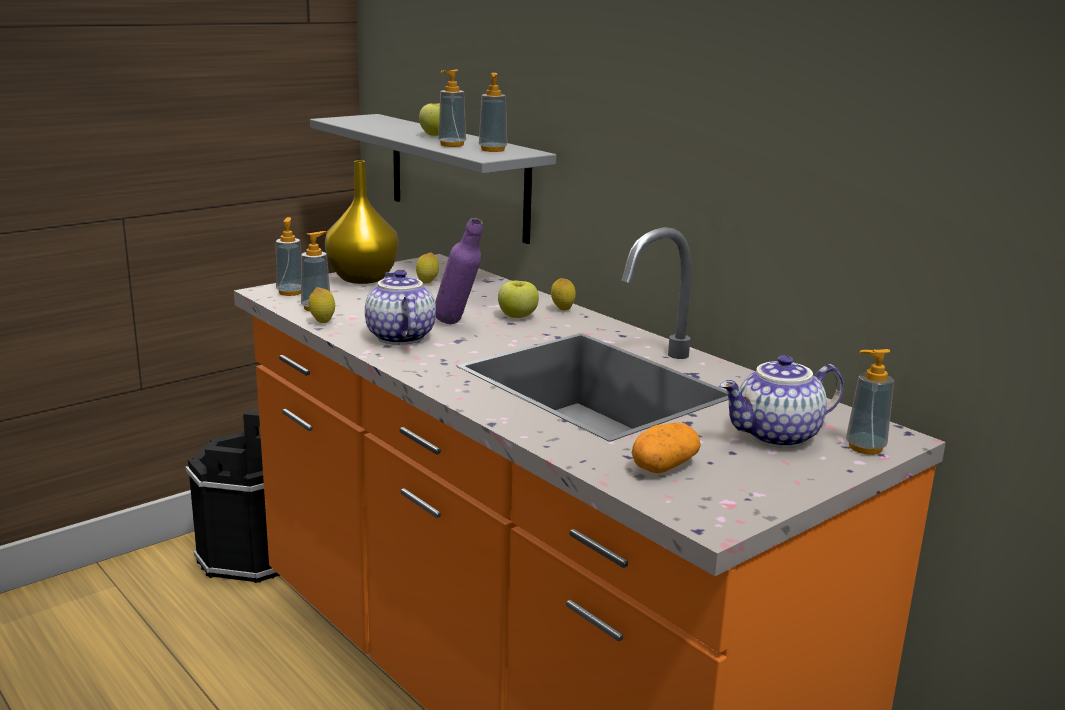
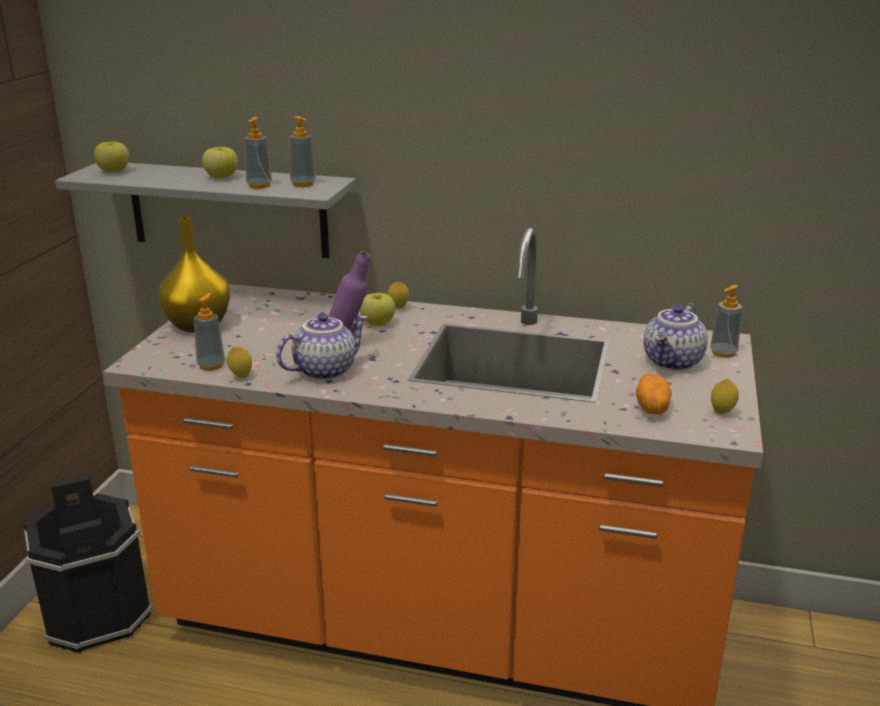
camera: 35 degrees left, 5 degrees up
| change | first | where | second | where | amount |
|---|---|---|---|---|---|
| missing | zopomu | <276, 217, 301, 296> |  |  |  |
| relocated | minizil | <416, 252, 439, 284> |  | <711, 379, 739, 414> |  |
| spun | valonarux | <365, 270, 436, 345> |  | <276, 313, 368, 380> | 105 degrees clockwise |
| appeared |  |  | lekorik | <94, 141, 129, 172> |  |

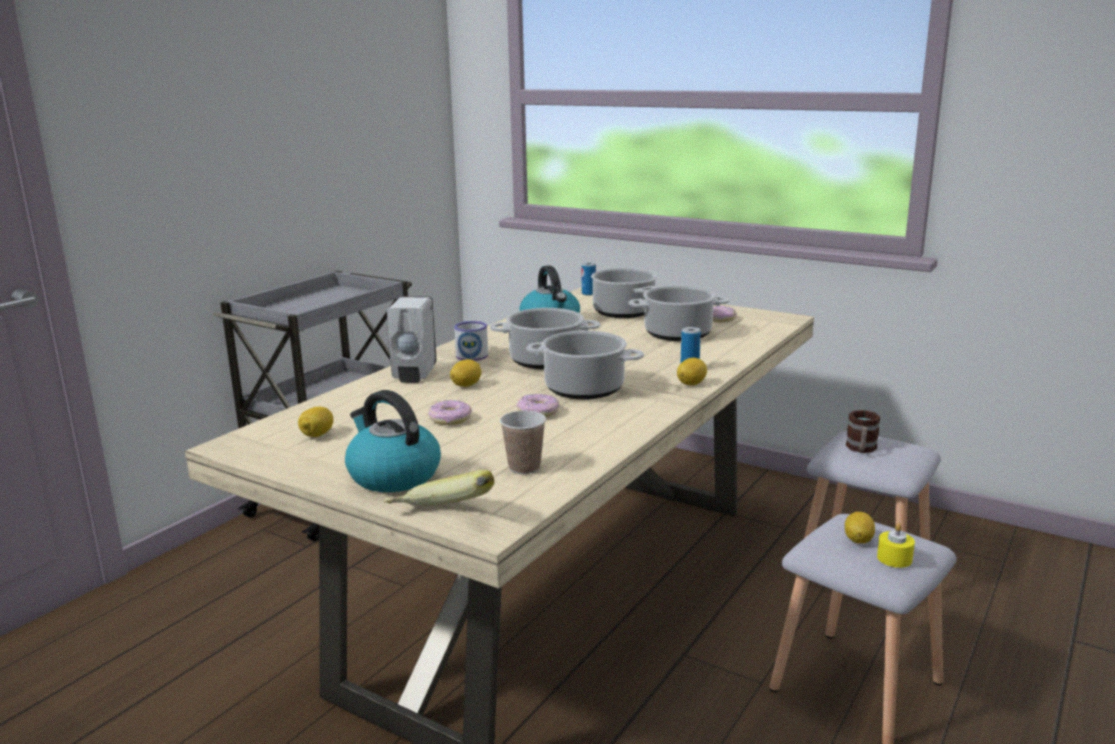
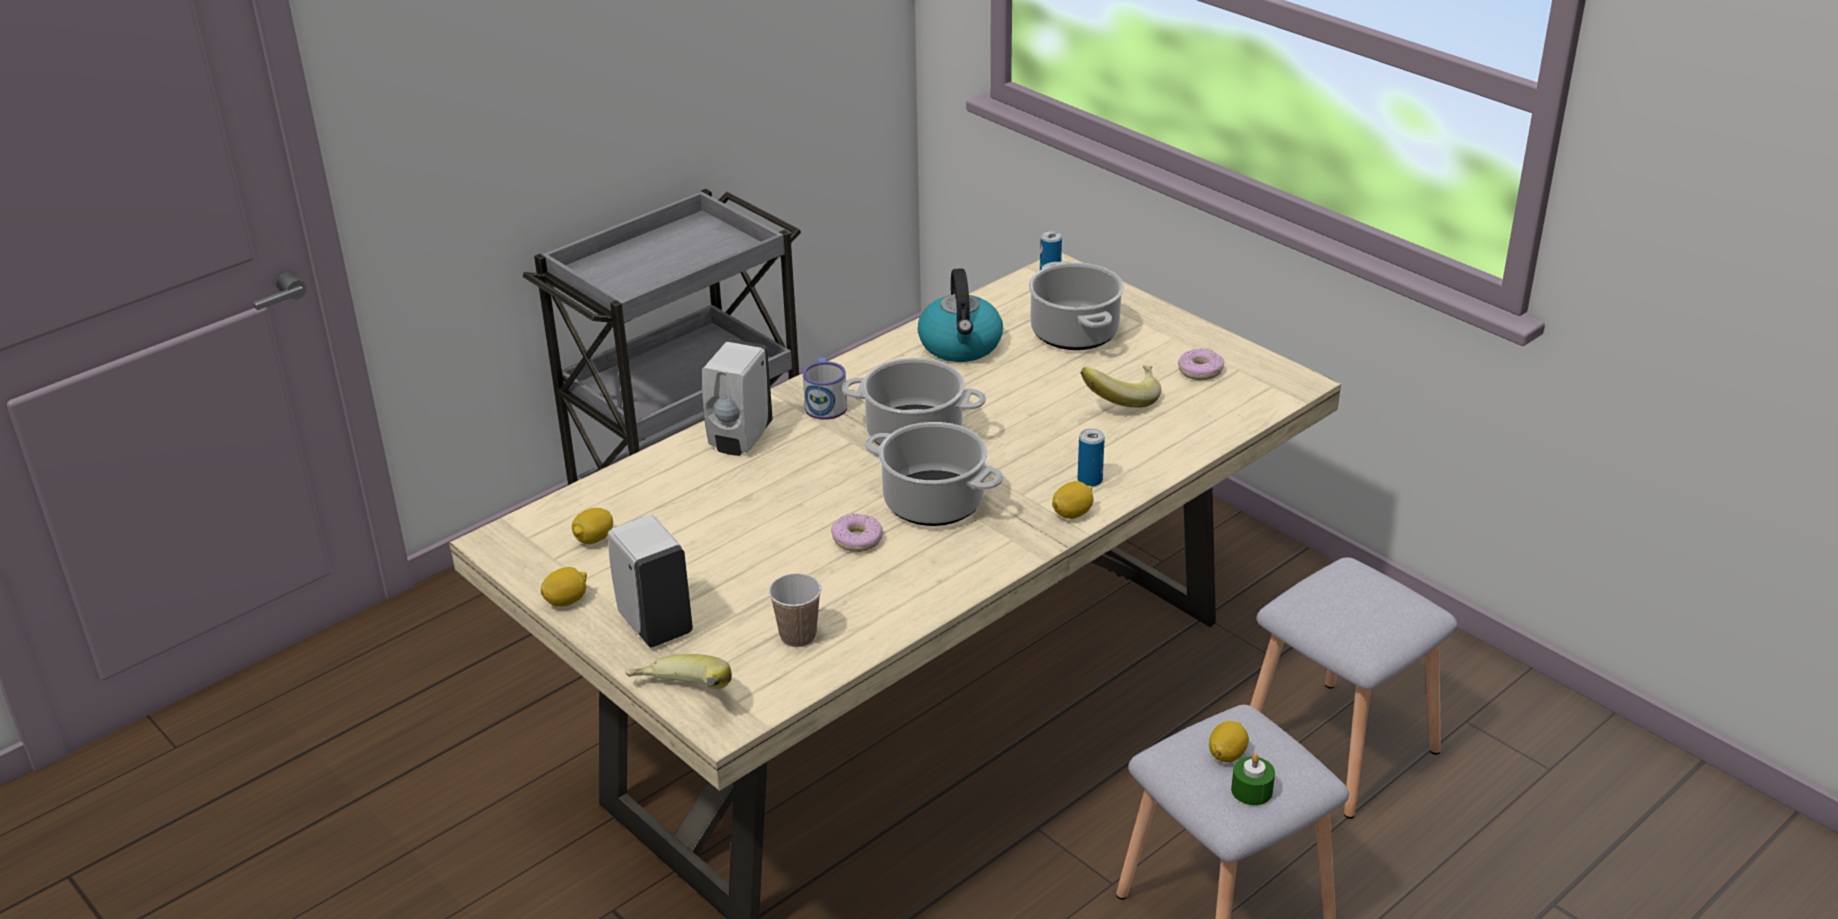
camera: 15 degrees right, 15 degrees up
| change | first | where | second | where | amount |
|---|---|---|---|---|---|
| exchanged | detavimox | <628, 286, 730, 341> | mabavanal | <1081, 365, 1161, 408> |  |
| relocated | minizil | <450, 359, 481, 387> |  | <541, 567, 587, 607> |  |
| exchanged | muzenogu | <345, 390, 441, 492> | white zopomu | <608, 515, 693, 648> |  |
| missing | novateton | <428, 400, 472, 425> |  |  |  |
| missing | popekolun | <846, 410, 881, 453> |  |  |  |
| colour | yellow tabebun | <877, 523, 915, 568> | green tabebun | <1231, 754, 1275, 805> |  |

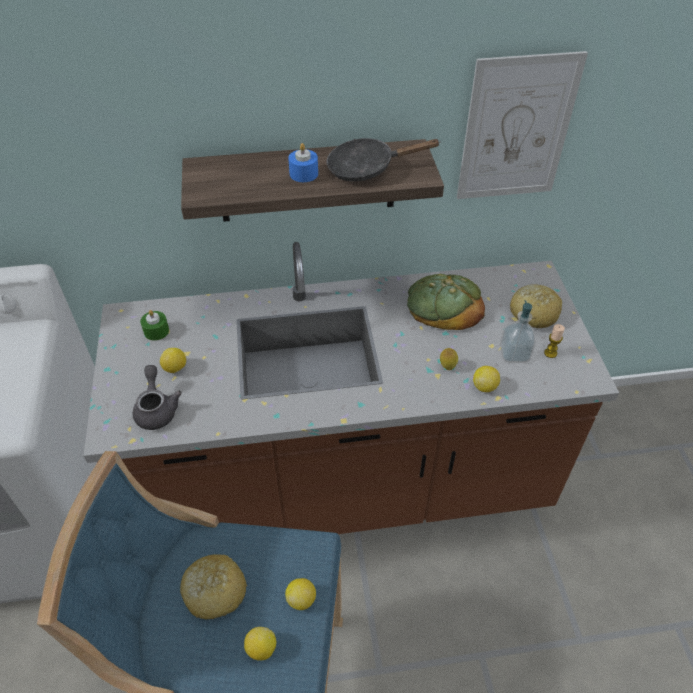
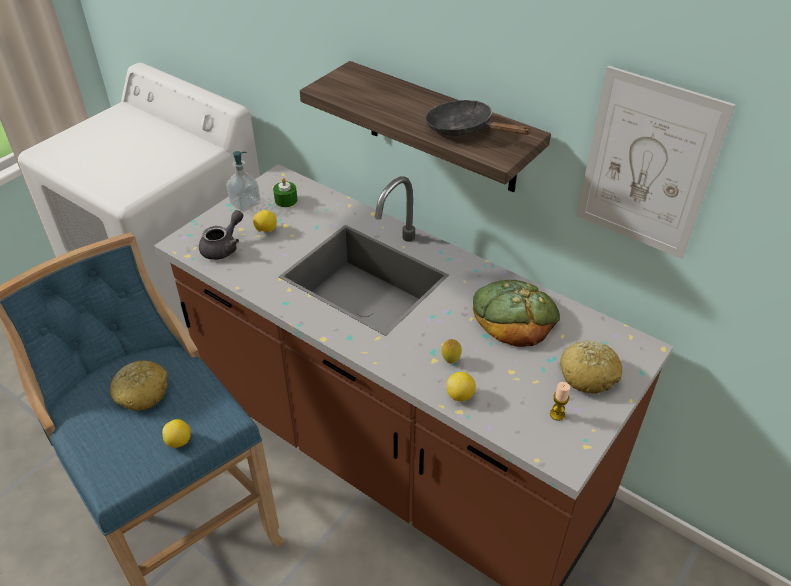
camera: 45 degrees right, 5 degrees down
| change | first | where | second | where | amount |
|---|---|---|---|---|---|
| missing | blue tabebun | <288, 143, 318, 182> |  |  |  |
| relocated | zopomu | <500, 300, 536, 363> |  | <227, 151, 261, 212> |  |
| missing | minizil | <244, 627, 276, 660> |  |  |  |

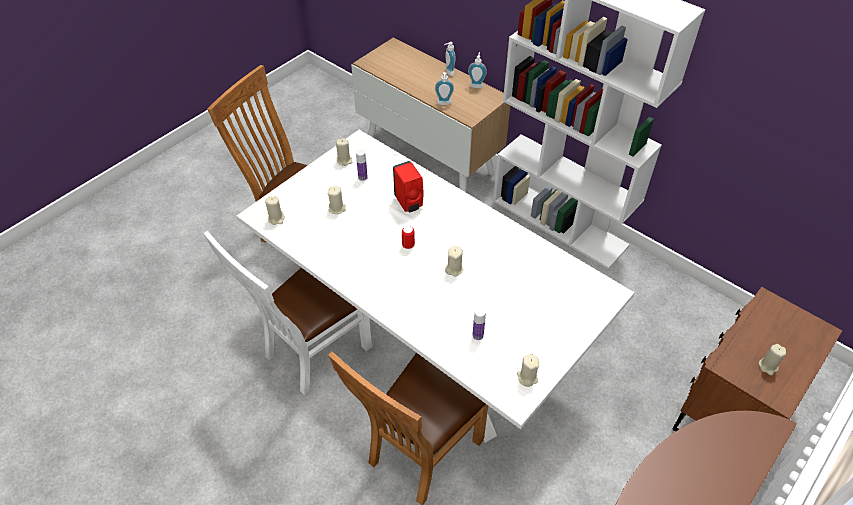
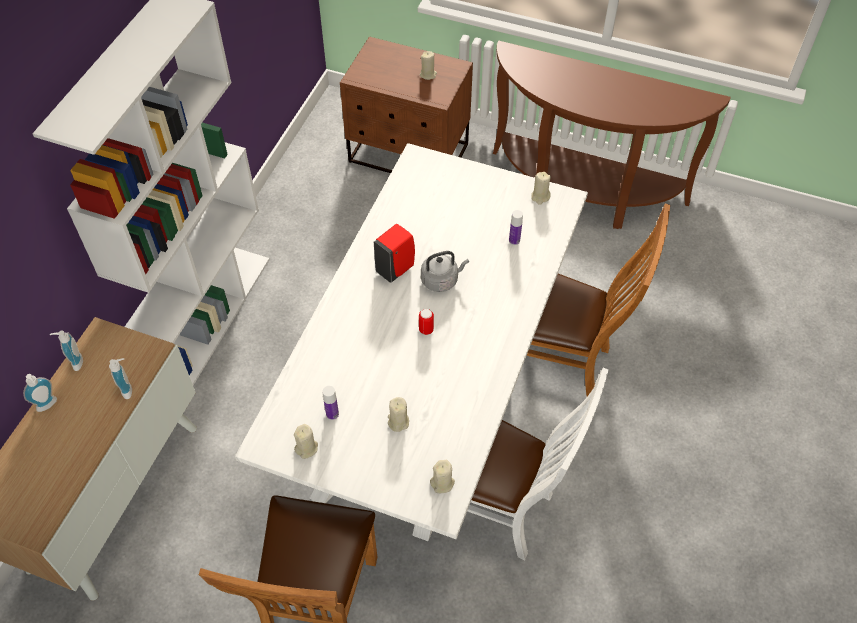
camera: 110 degrees left, 5 degrees up
| change | first | where | second | where | amount |
|---|---|---|---|---|---|
| relocated | red zopomu | <393, 161, 423, 212> |  | <374, 224, 415, 283> |  |
| exchanged | beige tabebun | <445, 246, 463, 276> | grey muzenogu | <421, 251, 469, 292> |  |

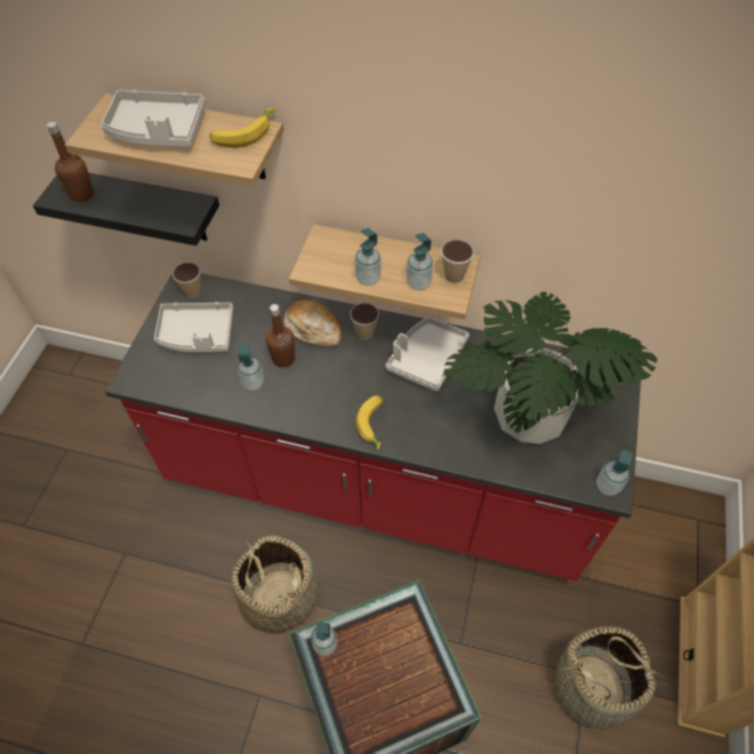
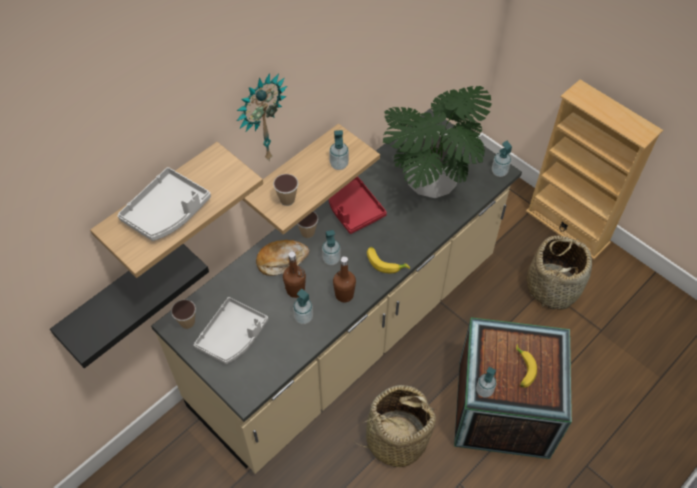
camera: 60 degrees left, 0 degrees up
| change | first | where | second | where | amount |
|---|---|---|---|---|---|
| relocated | mabavanal | <210, 108, 276, 148> |  | <516, 344, 537, 388> |  |
| relocated | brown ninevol | <47, 121, 94, 202> |  | <333, 256, 356, 302> |  |
| relocated | zopomu | <355, 228, 381, 286> |  | <322, 230, 341, 265> |  |
| relocated | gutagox | <441, 240, 474, 283> |  | <273, 174, 298, 206> |  |
| colour | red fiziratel | <105, 273, 642, 581> | beige fiziratel | <151, 109, 522, 474> |  |
| colour | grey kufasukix | <386, 317, 469, 391> | red kufasukix | <328, 176, 387, 234> |  |
| appeared |  |  | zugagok | <237, 73, 287, 161> |  |

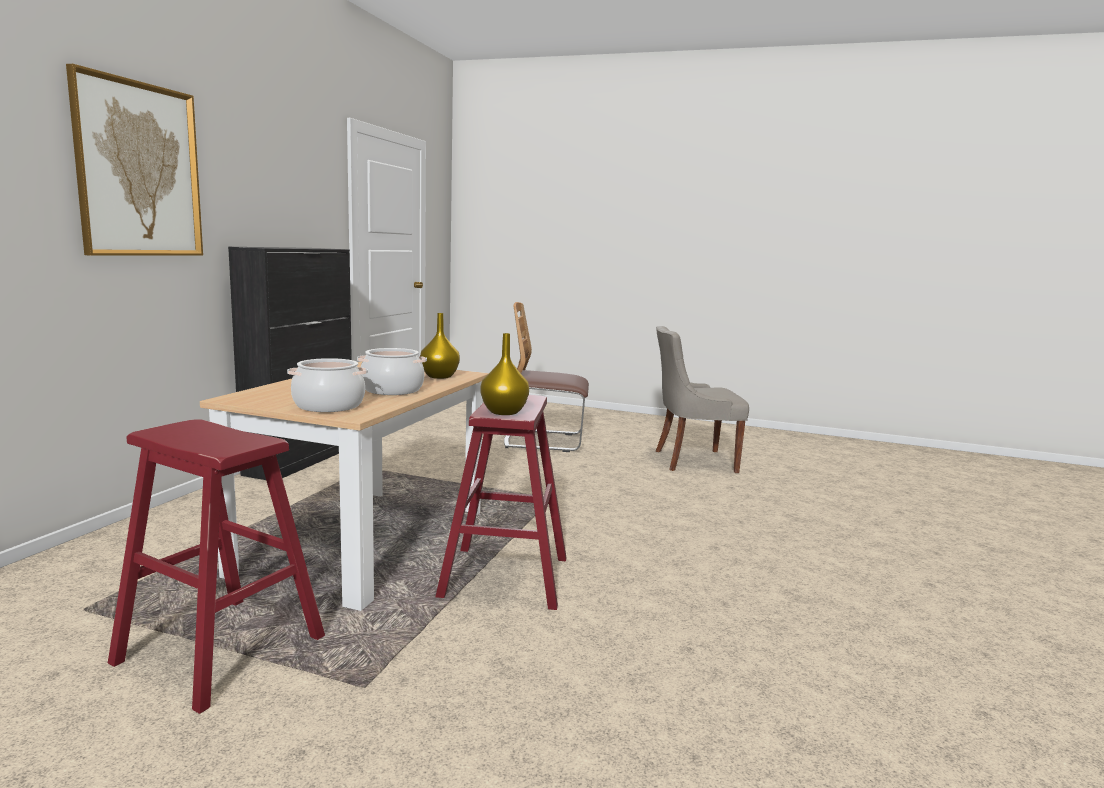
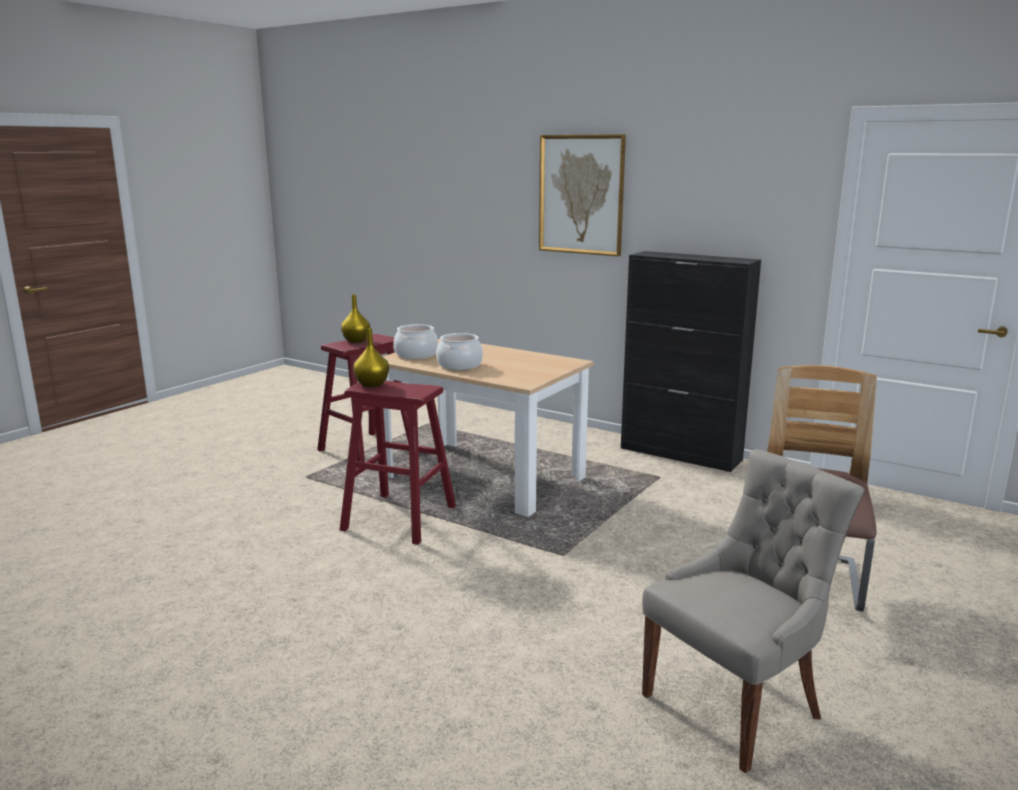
camera: 105 degrees right, 5 degrees up
| change | first | where | second | where | amount |
|---|---|---|---|---|---|
| relocated | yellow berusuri | <420, 313, 460, 379> |  | <341, 294, 370, 343> |  |
| spun | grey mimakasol | <656, 326, 749, 473> |  | <642, 449, 864, 773> | 45 degrees clockwise |

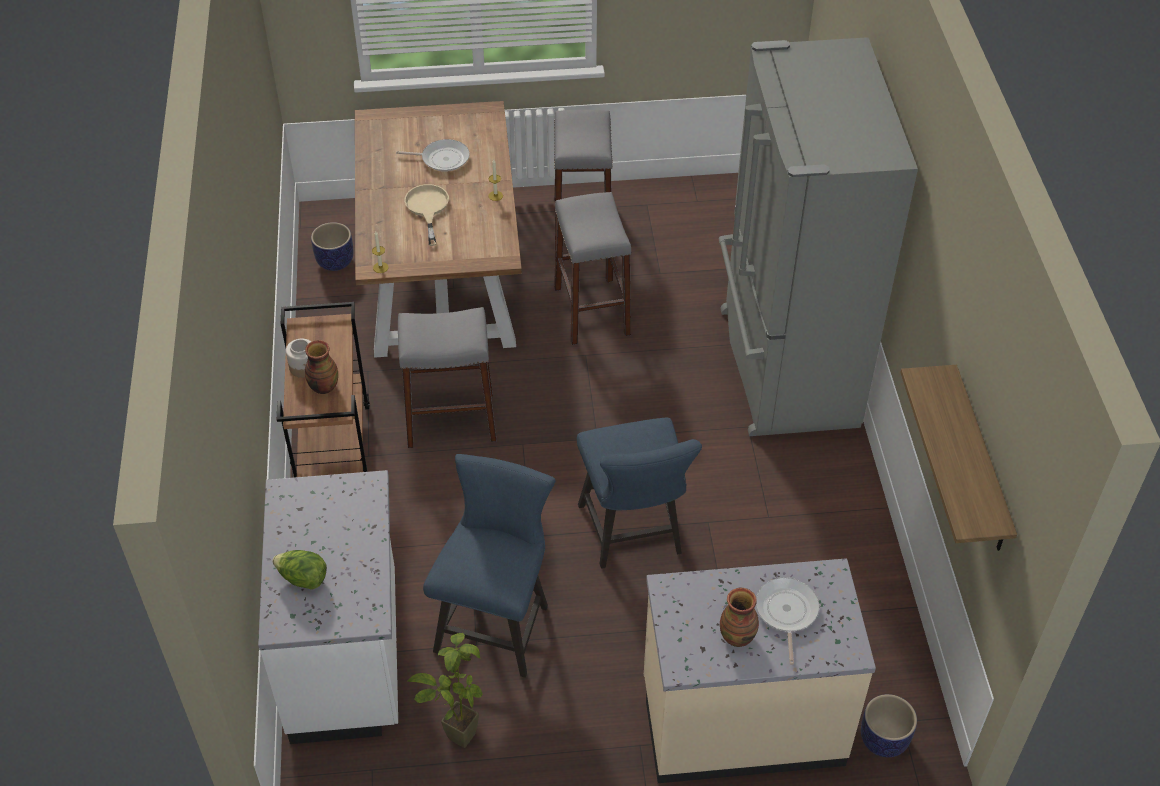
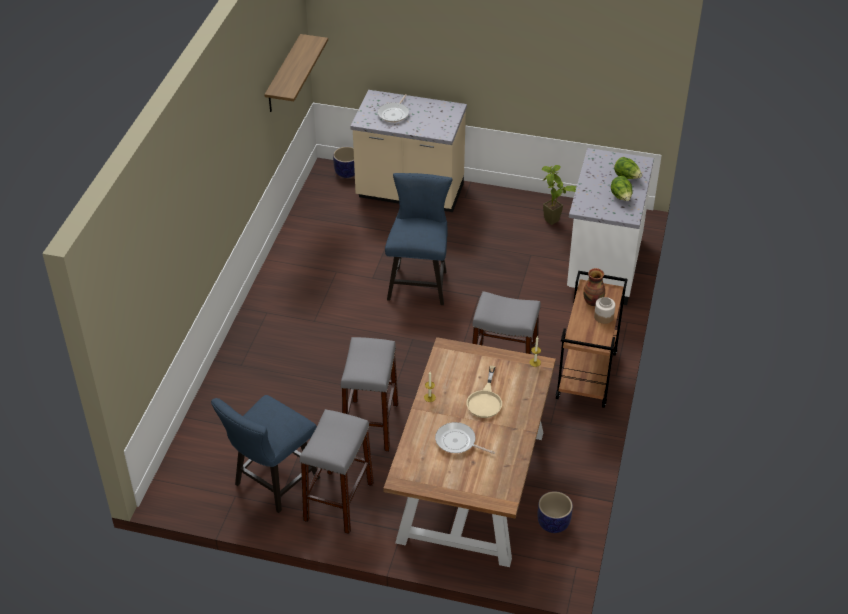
camera: 160 degrees left, 5 degrees down
| change | first | where | second | where | amount |
|---|---|---|---|---|---|
| missing | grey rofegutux | <718, 37, 918, 436> |  |  |  |
| relocated | blue mimakasol | <423, 454, 556, 678> |  | <211, 395, 320, 513> |  |
| missing | berusuri | <720, 588, 759, 647> |  |  |  |
| appeared |  |  | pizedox | <611, 176, 633, 201> |  |

